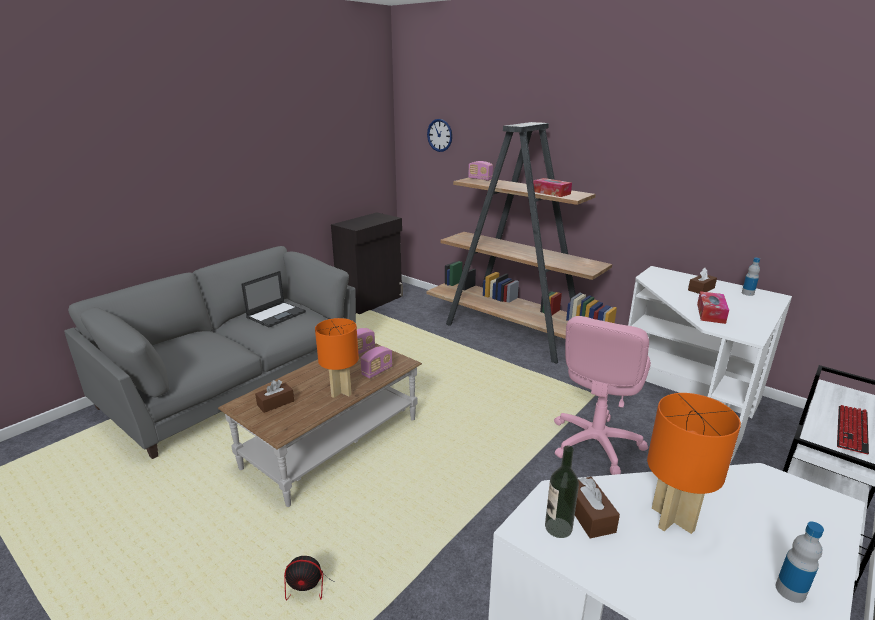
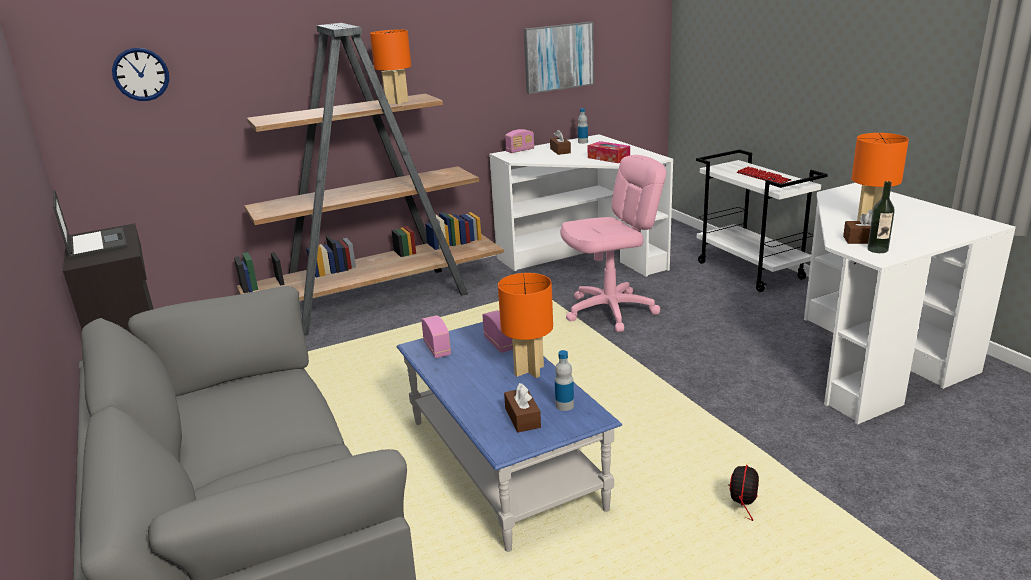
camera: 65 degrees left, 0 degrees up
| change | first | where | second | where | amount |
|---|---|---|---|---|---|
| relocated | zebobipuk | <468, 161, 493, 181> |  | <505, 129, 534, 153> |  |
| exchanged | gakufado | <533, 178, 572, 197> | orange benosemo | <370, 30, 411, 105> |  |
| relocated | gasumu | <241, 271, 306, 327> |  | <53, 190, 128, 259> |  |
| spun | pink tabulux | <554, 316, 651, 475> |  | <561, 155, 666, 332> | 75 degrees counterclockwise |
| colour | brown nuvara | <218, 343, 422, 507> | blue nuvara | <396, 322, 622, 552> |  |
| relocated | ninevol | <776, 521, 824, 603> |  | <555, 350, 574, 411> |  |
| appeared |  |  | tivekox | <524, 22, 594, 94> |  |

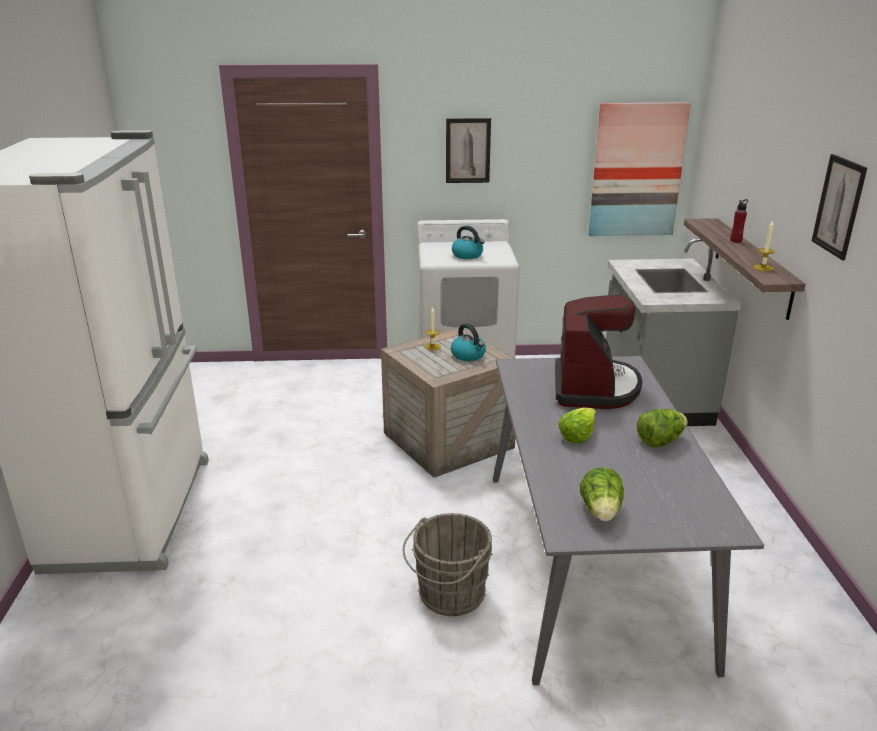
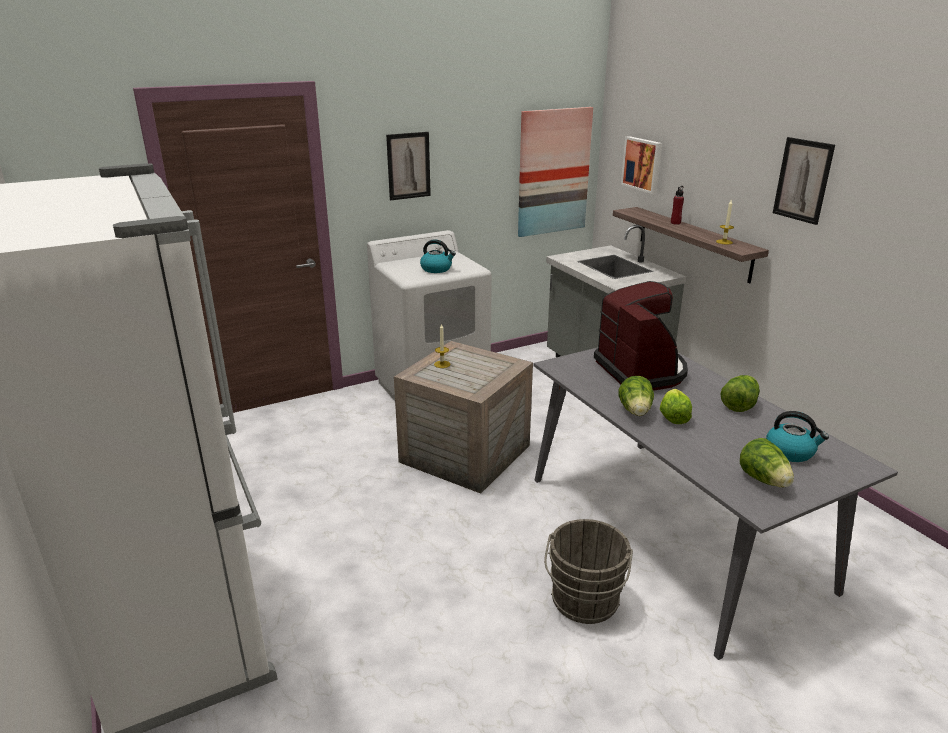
camera: 25 degrees left, 0 degrees up
| change | first | where | second | where | amount |
|---|---|---|---|---|---|
| relocated | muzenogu | <451, 323, 486, 361> |  | <766, 411, 829, 462> |  |
| appeared |  |  | tivekox | <621, 136, 662, 194> |  |
| appeared |  |  | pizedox | <618, 376, 654, 416> |  |

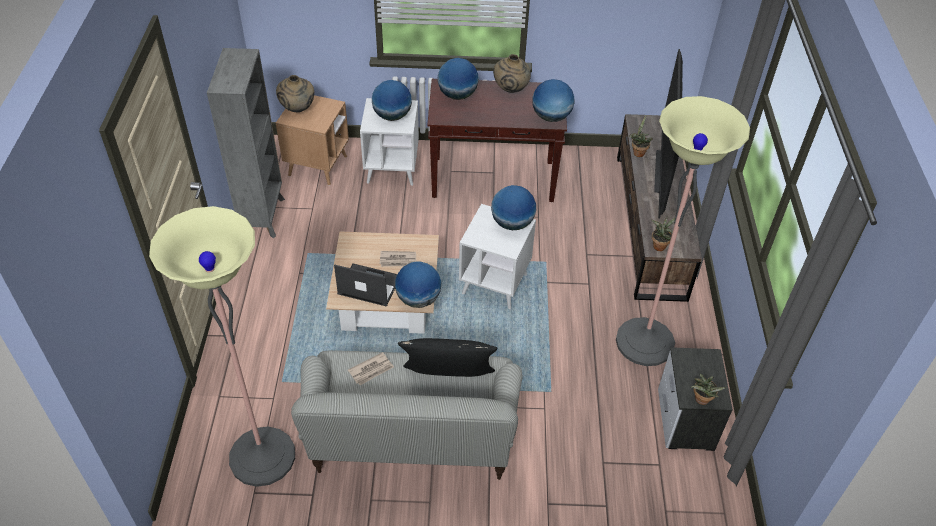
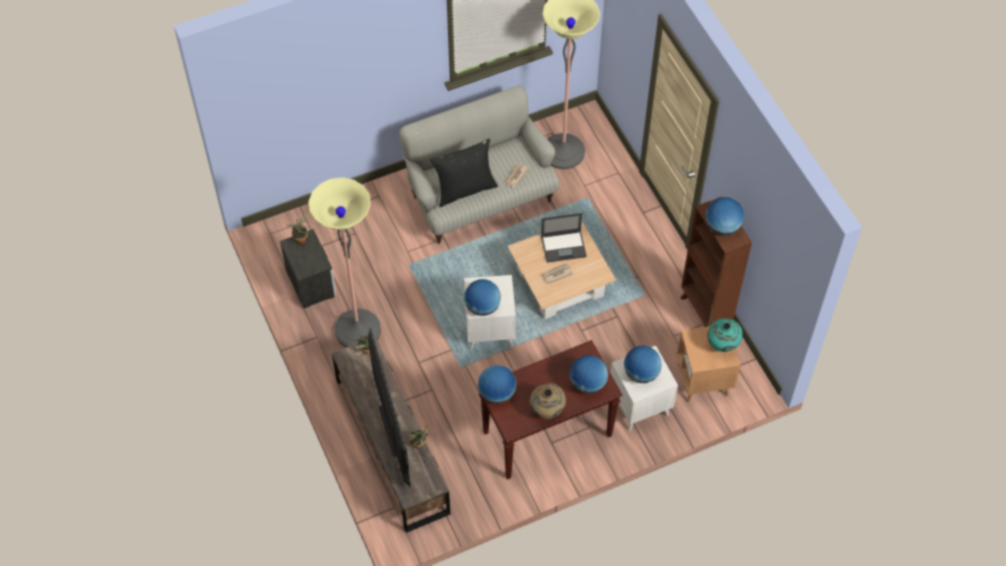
camera: 155 degrees right, 10 degrees up
| change | first | where | second | where | amount |
|---|---|---|---|---|---|
| colour | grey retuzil | <207, 48, 285, 238> | brown retuzil | <680, 196, 752, 327> |  |
| colour | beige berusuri | <276, 75, 314, 112> | turquoise berusuri | <708, 319, 743, 352> |  |
| relocated | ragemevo | <395, 261, 441, 308> |  | <706, 197, 744, 235> |  |

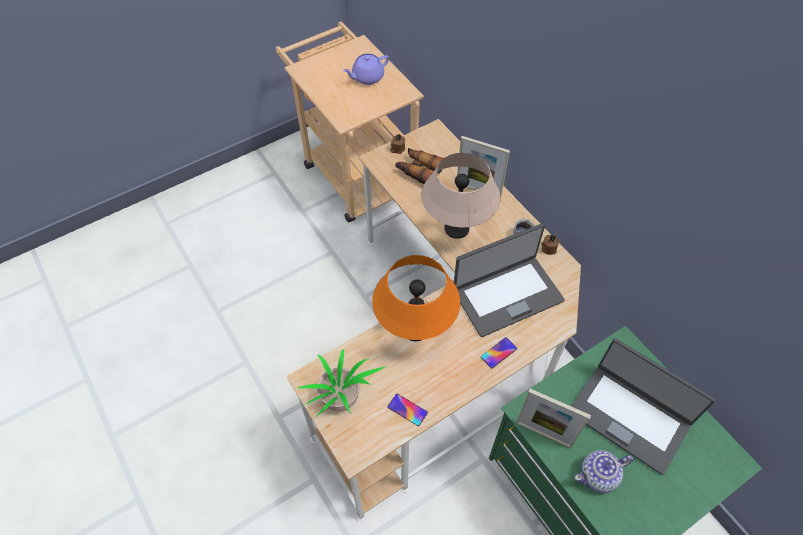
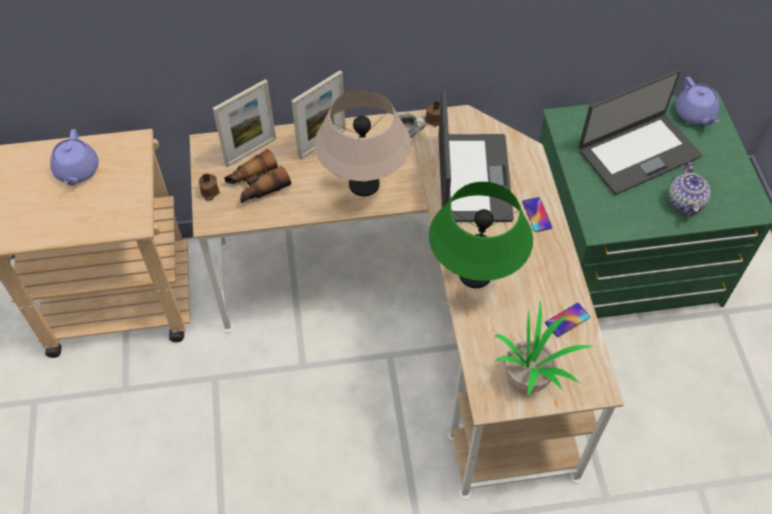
camera: 65 degrees left, 0 degrees up
| change | first | where | second | where | amount |
|---|---|---|---|---|---|
| colour | orange benosemo | <372, 255, 460, 341> | green benosemo | <429, 182, 533, 288> |  |
| relocated | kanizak | <516, 389, 591, 448> |  | <213, 79, 276, 167> |  |
| appeared |  |  | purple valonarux | <675, 77, 719, 126> |  |

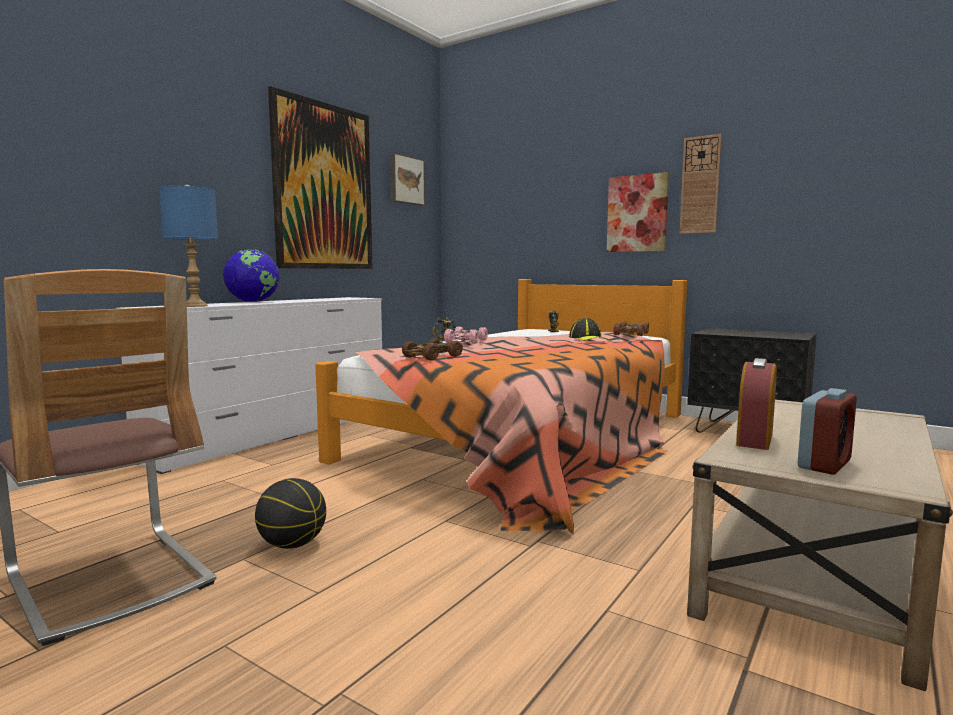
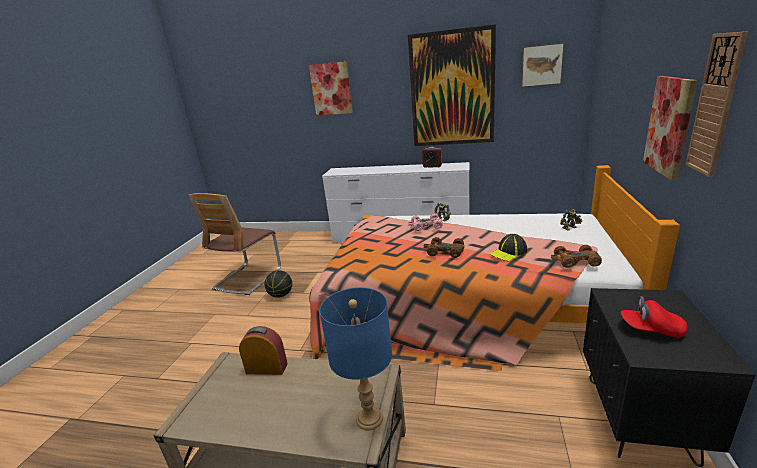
camera: 70 degrees right, 15 degrees up
| change | first | where | second | where | amount |
|---|---|---|---|---|---|
| relocated | blue benosemo | <159, 185, 218, 307> |  | <320, 287, 392, 430> |  |
| missing | ragemevo | <223, 249, 279, 302> |  |  |  |
| relocated | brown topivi | <402, 338, 463, 361> |  | <424, 237, 464, 258> |  |
| relocated | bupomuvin | <798, 388, 857, 475> |  | <422, 147, 442, 167> |  |
| appeared |  |  | tivekox | <309, 61, 353, 116> |  |
| appeared |  |  | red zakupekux | <621, 296, 688, 338> |  |

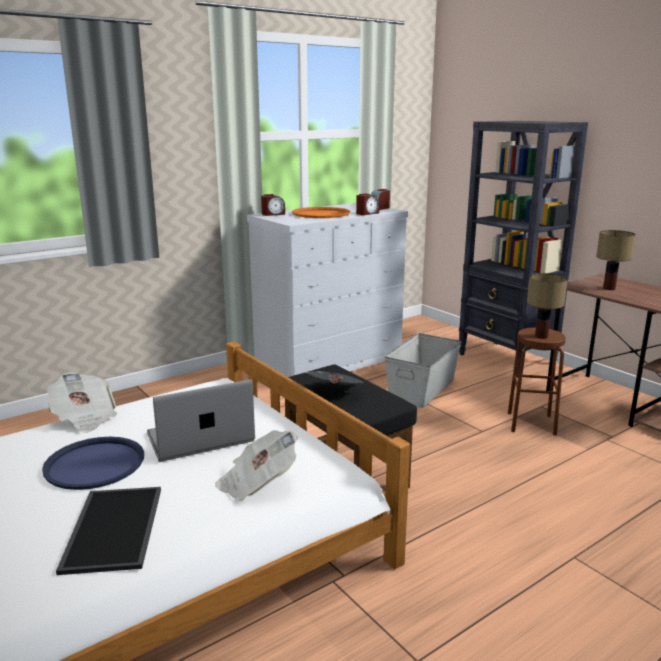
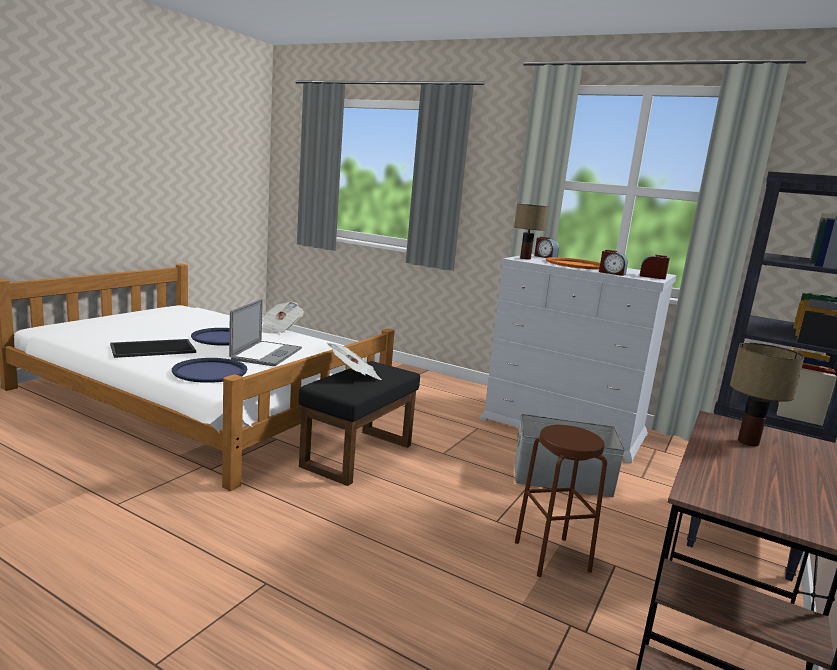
camera: 65 degrees right, 5 degrees down
| change | first | where | second | where | amount |
|---|---|---|---|---|---|
| relocated | benosemo | <527, 273, 568, 339> |  | <514, 204, 548, 260> |  |
| spun | gasumu | <147, 379, 255, 462> |  | <229, 299, 302, 366> | 60 degrees clockwise |
| exchanged | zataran | <215, 430, 298, 501> | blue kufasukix | <172, 358, 247, 383> |  |

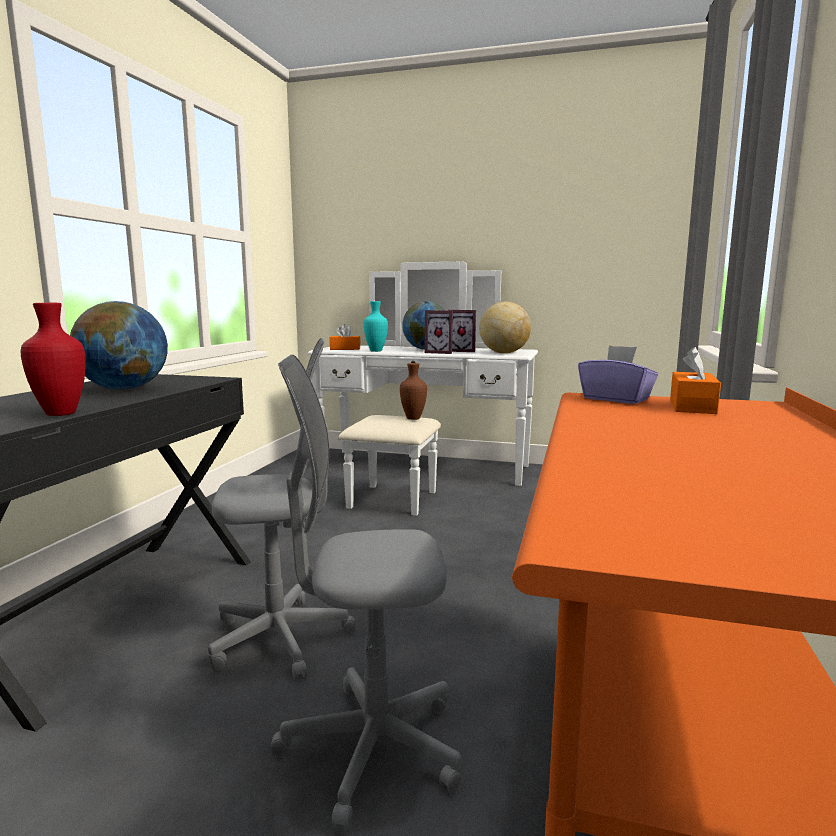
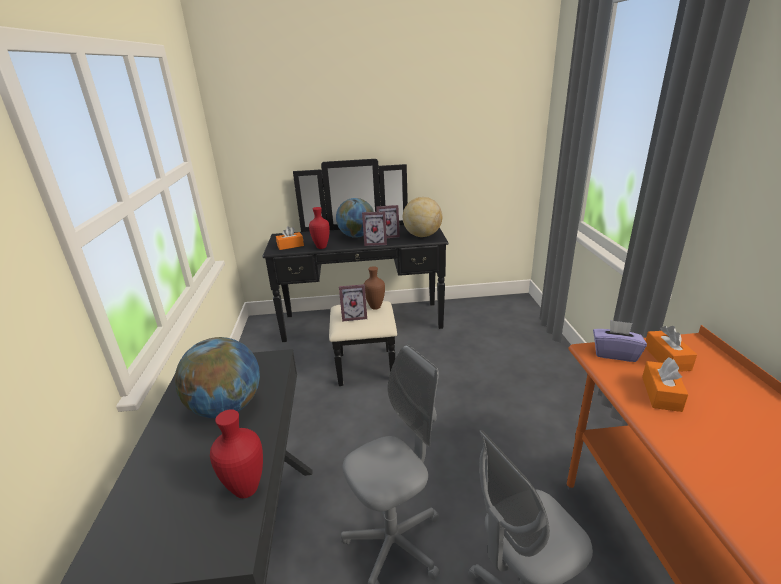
camera: 20 degrees left, 15 degrees up
| change | first | where | second | where | amount |
|---|---|---|---|---|---|
| colour | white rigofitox | <308, 262, 538, 516> | black rigofitox | <262, 159, 449, 386> |  |
| colour | turquoise berusuri | <364, 301, 388, 352> | red berusuri | <309, 207, 330, 249> |  |
| appeared |  |  | kanizak | <339, 284, 367, 322> |  |
| appeared |  |  | orange gakufado | <642, 357, 688, 412> |  |

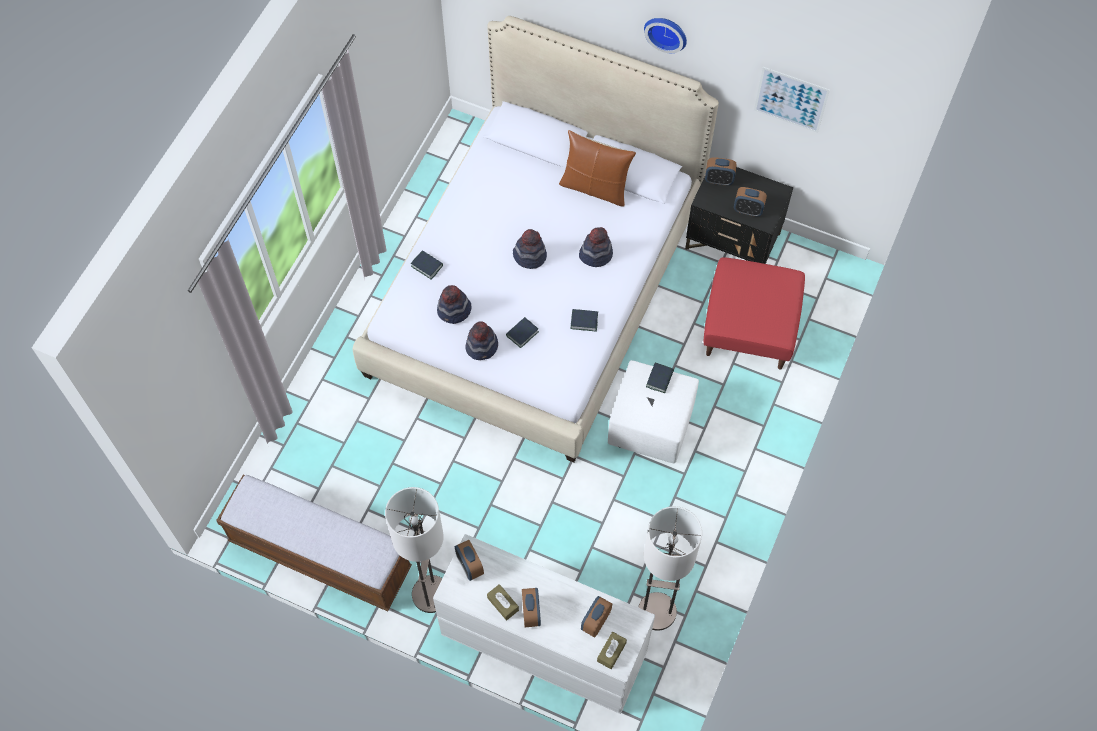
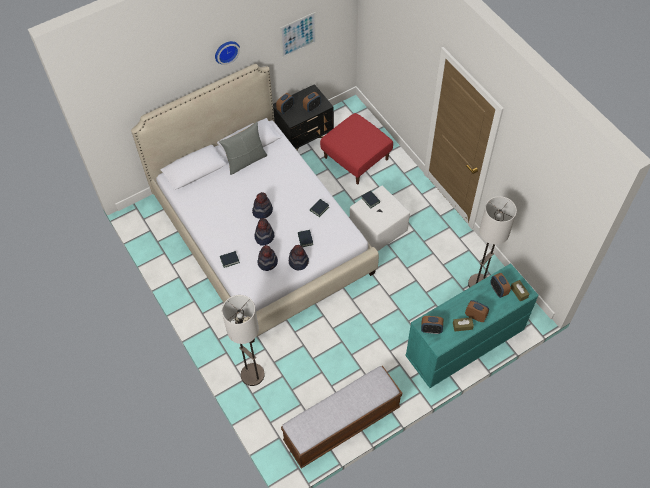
camera: 55 degrees left, 5 degrees down
| change | first | where | second | where | amount |
|---|---|---|---|---|---|
| colour | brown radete | <559, 130, 636, 207> | grey radete | <219, 122, 267, 175> |  |
| relocated | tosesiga | <579, 227, 613, 267> |  | <254, 218, 275, 246> |  |
| relocated | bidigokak | <385, 487, 444, 613> |  | <222, 295, 265, 386> |  |
| colour | white rigofitox | <433, 534, 655, 714> | turquoise rigofitox | <405, 263, 538, 388> |  |

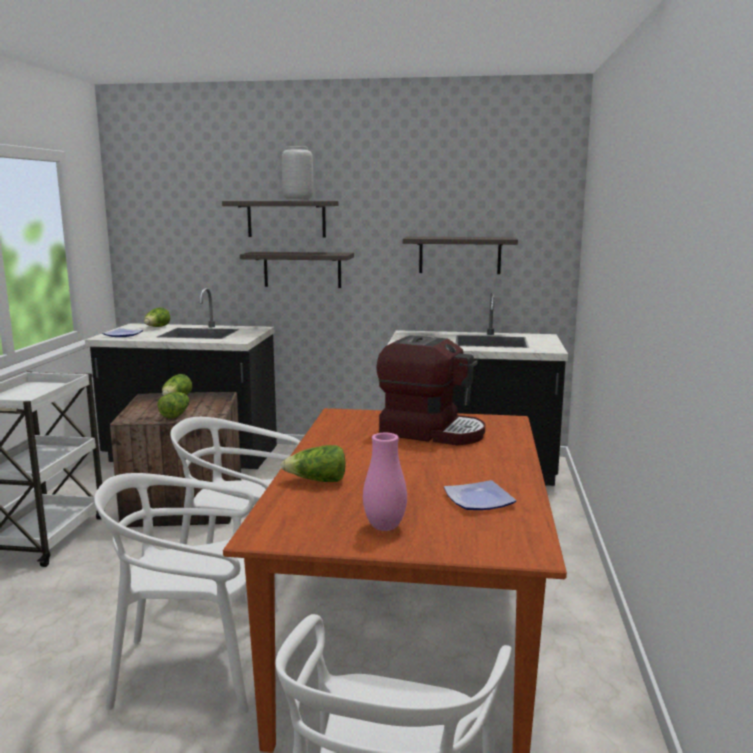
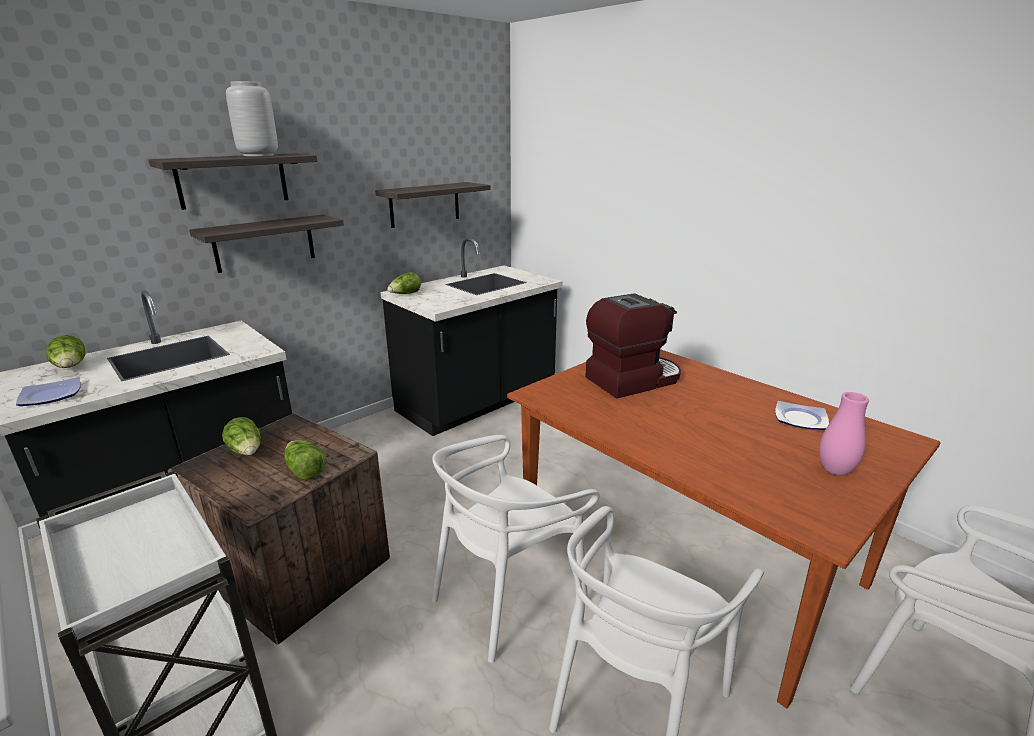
camera: 50 degrees left, 10 degrees up
| change | first | where | second | where | amount |
|---|---|---|---|---|---|
| relocated | pizedox | <281, 445, 346, 482> |  | <387, 272, 421, 294> |  |

